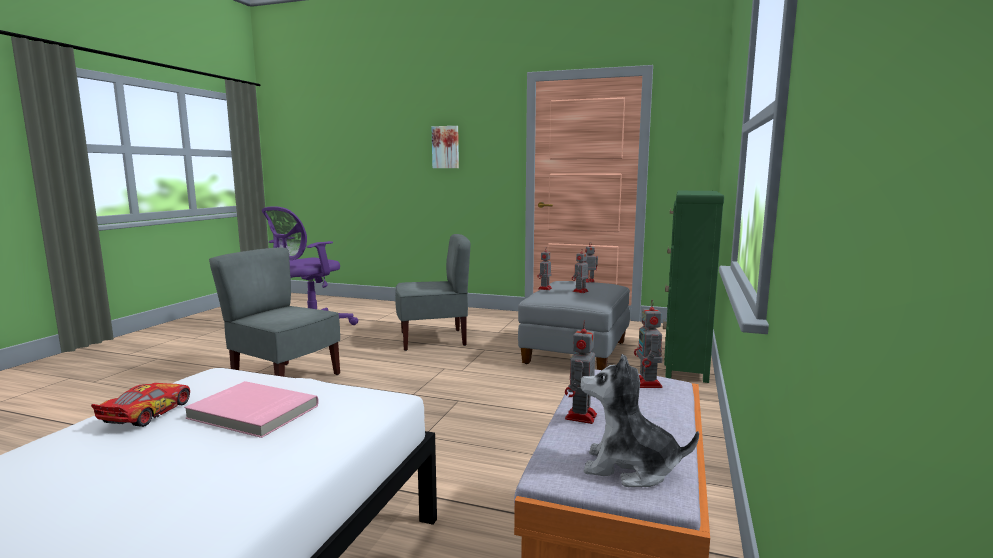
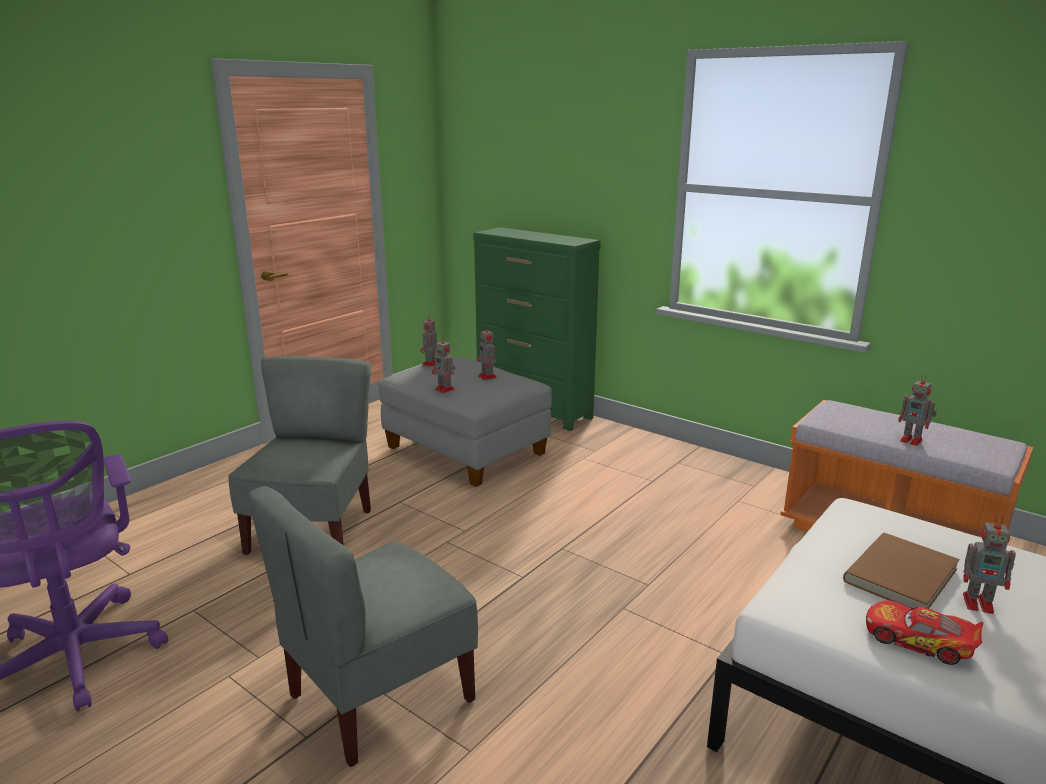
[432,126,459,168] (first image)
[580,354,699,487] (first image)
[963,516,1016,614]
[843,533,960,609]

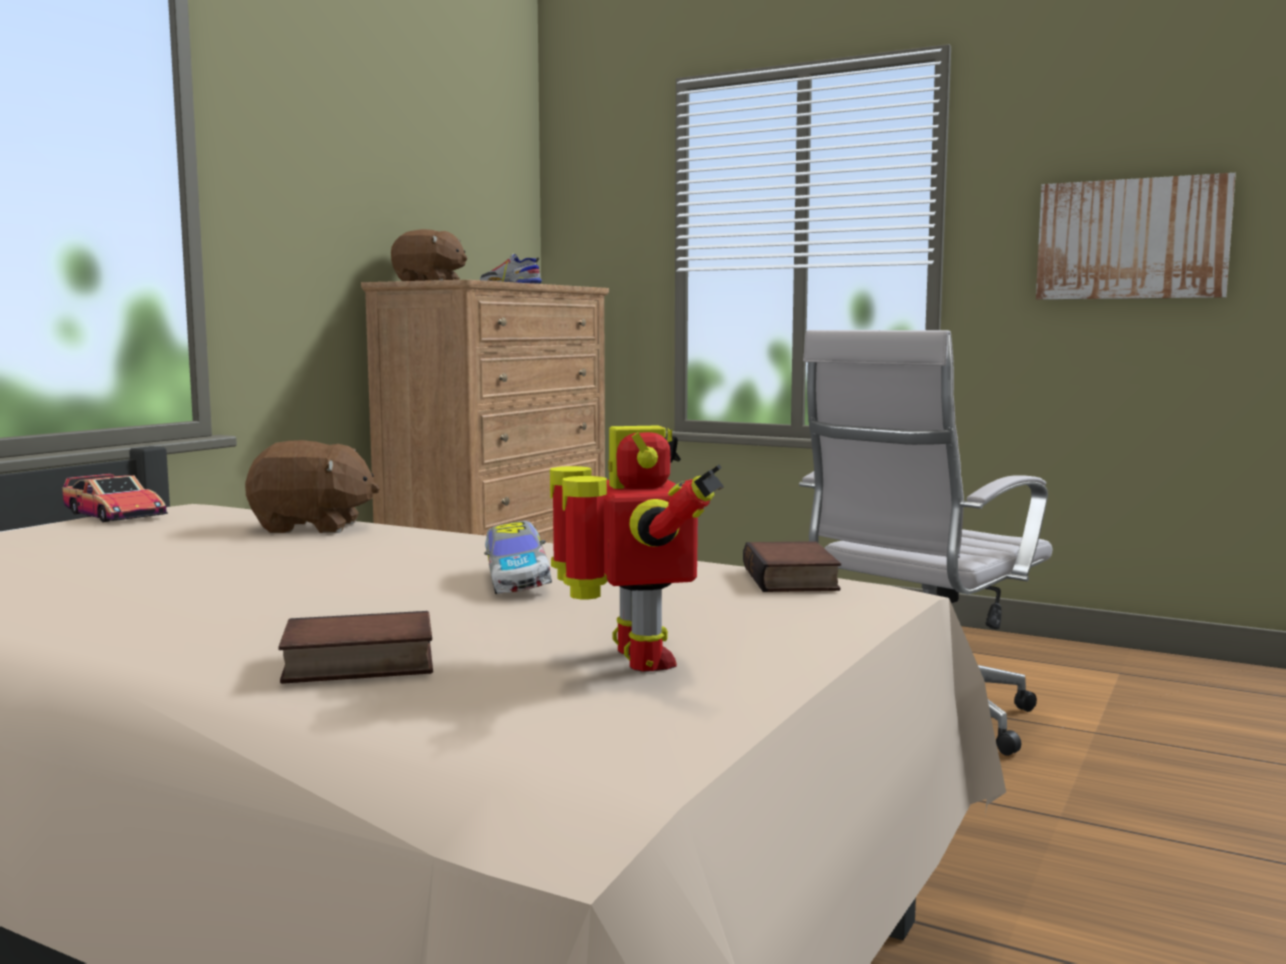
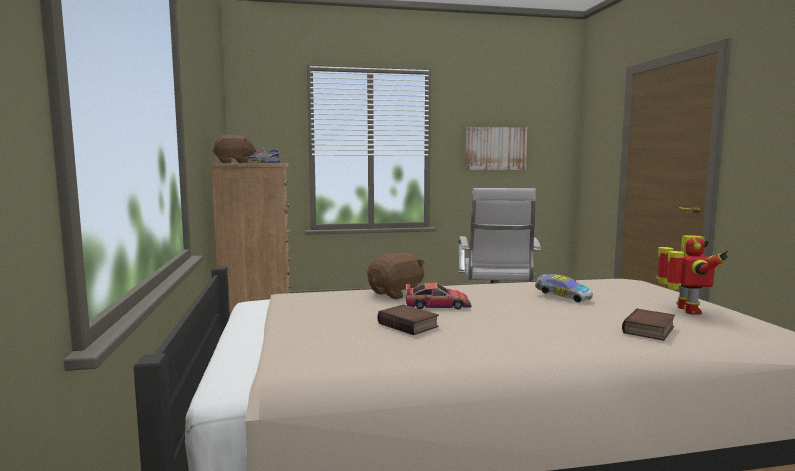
[406,282,472,310]
[378,305,439,335]
[656,235,729,315]

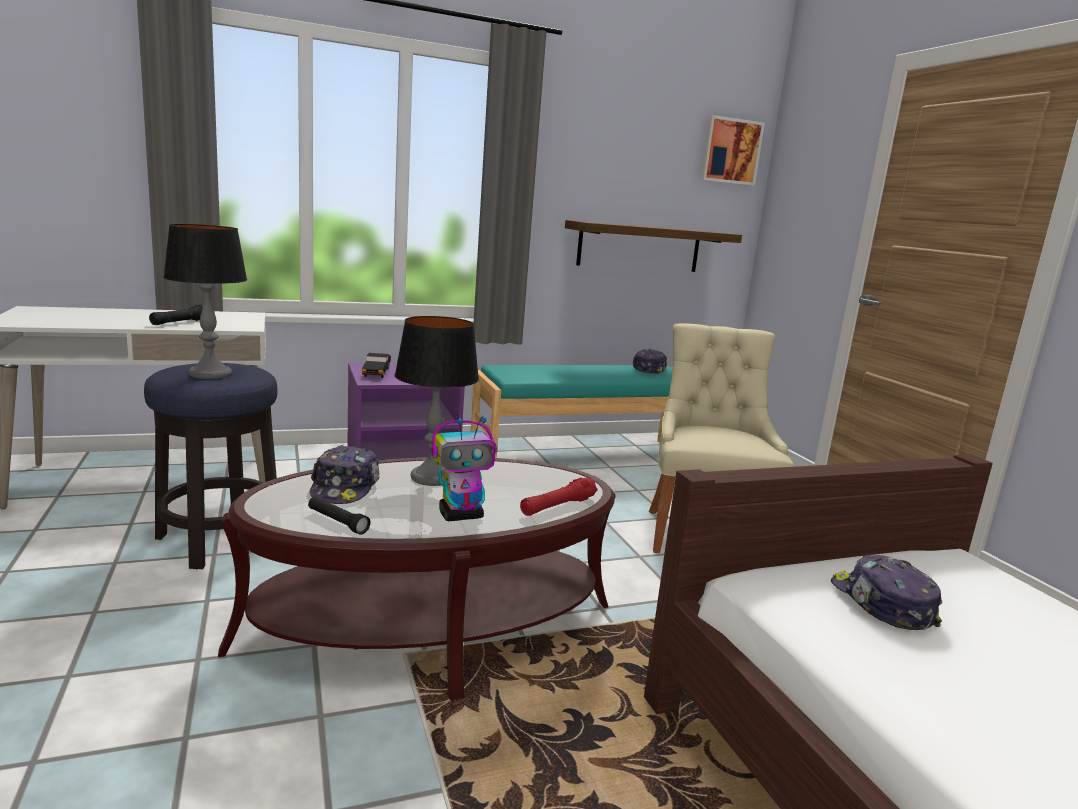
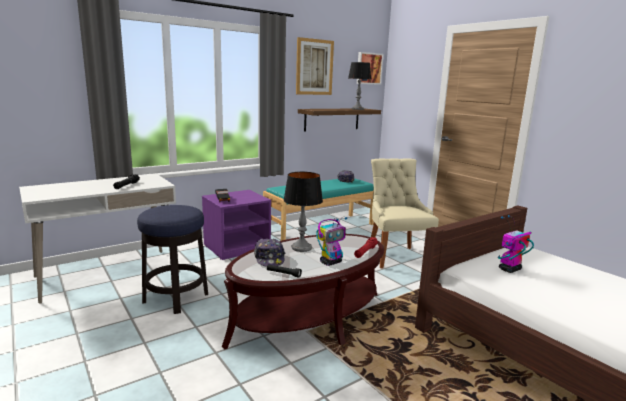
[296,37,334,95]
[348,62,371,110]
[498,215,534,273]

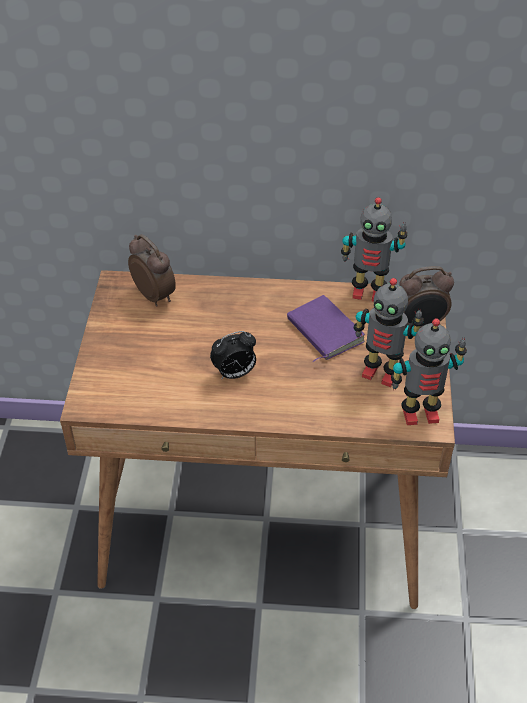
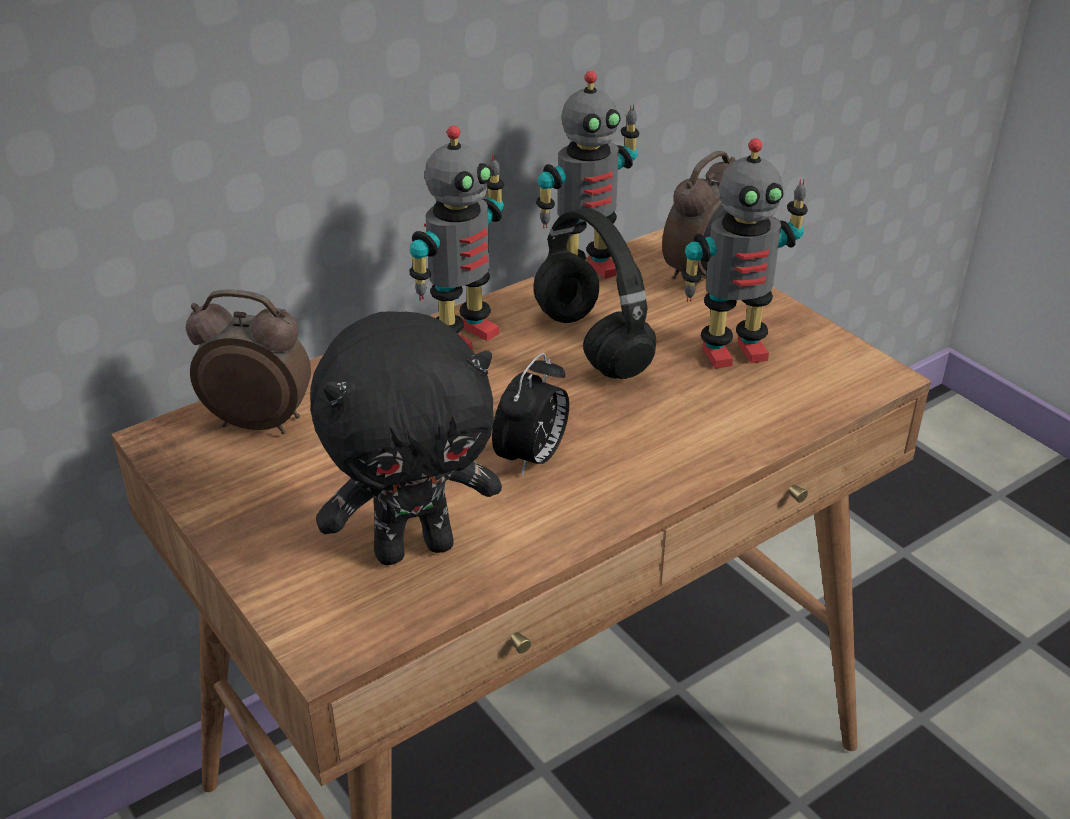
[310,311,502,565]
[409,125,504,350]
[534,208,656,379]

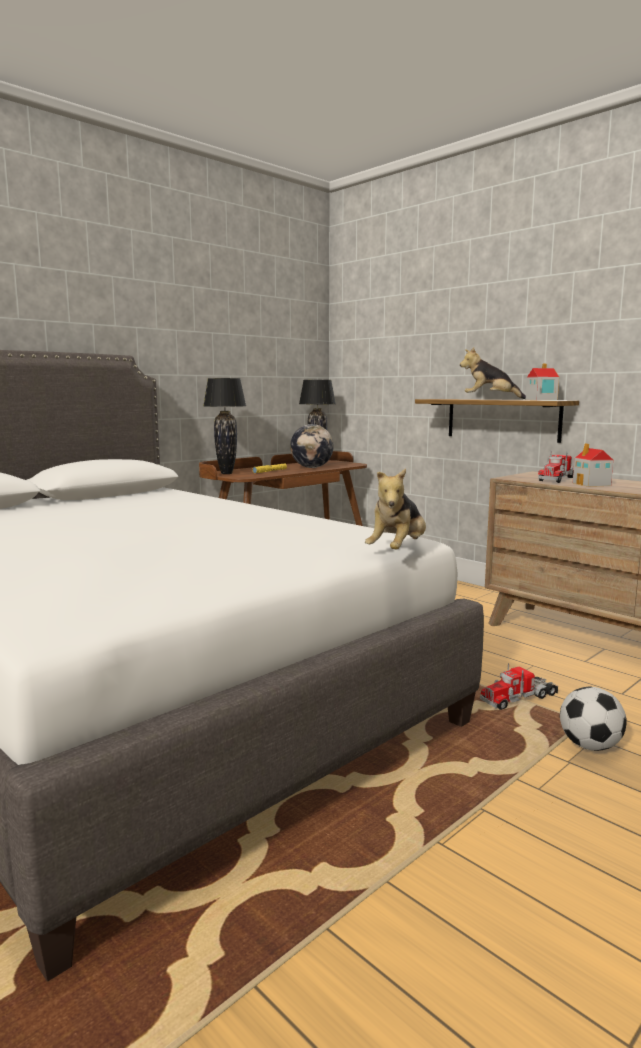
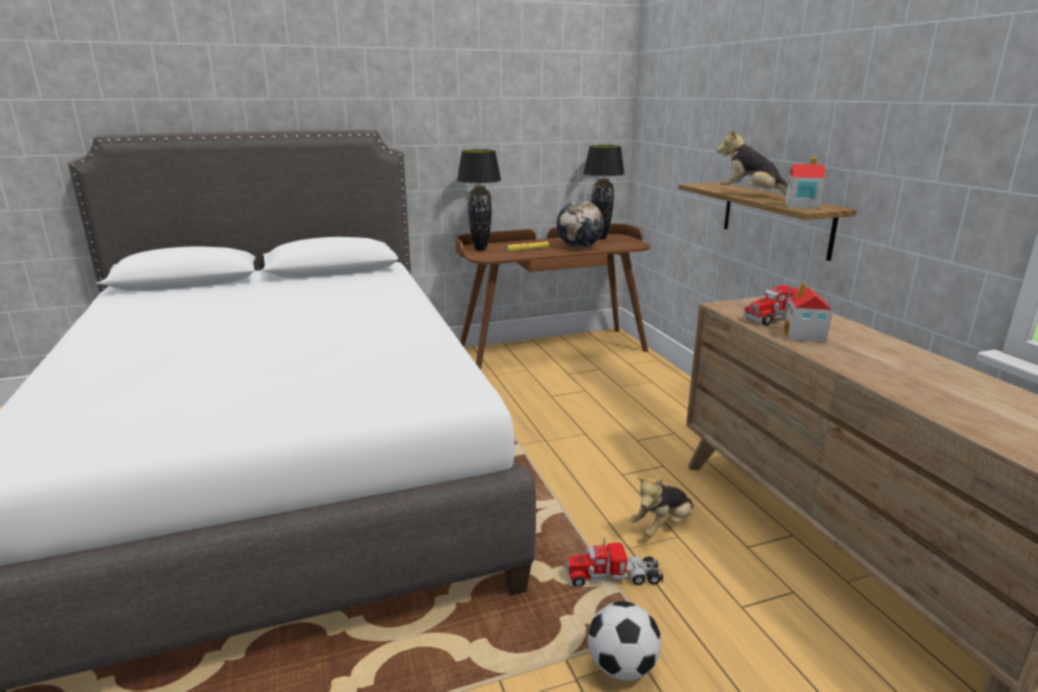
[630,478,694,537]

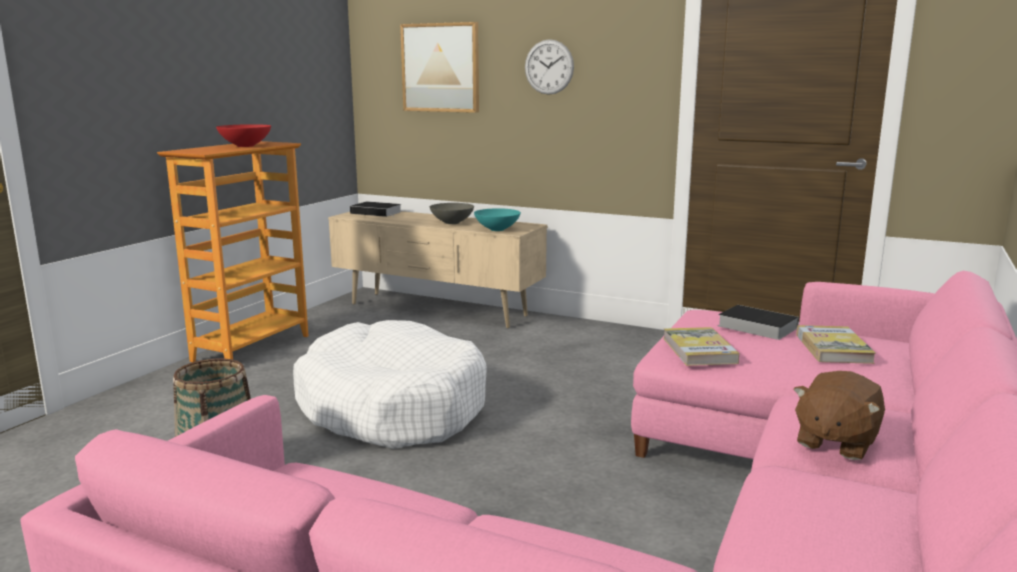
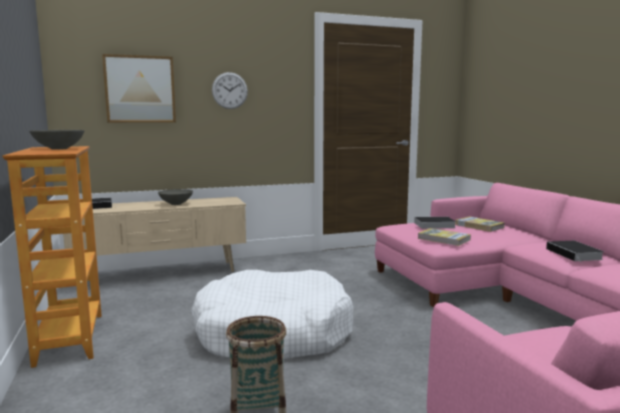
[474,208,521,231] (first image)
[546,241,604,264]
[29,130,84,150]

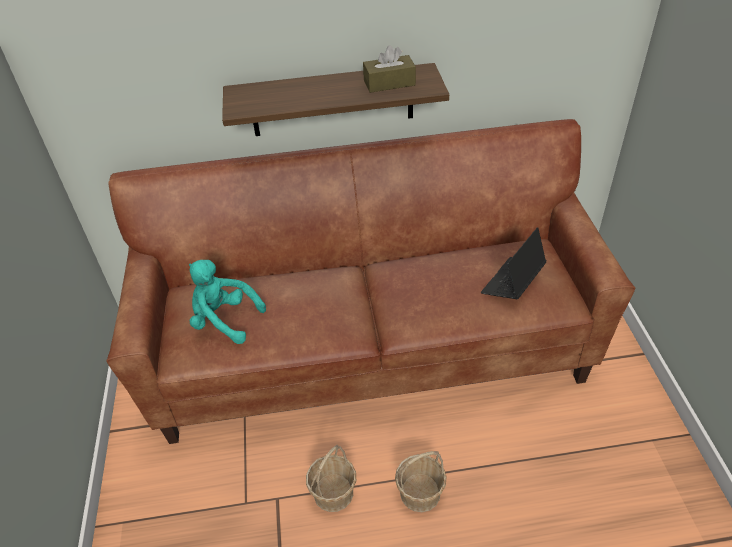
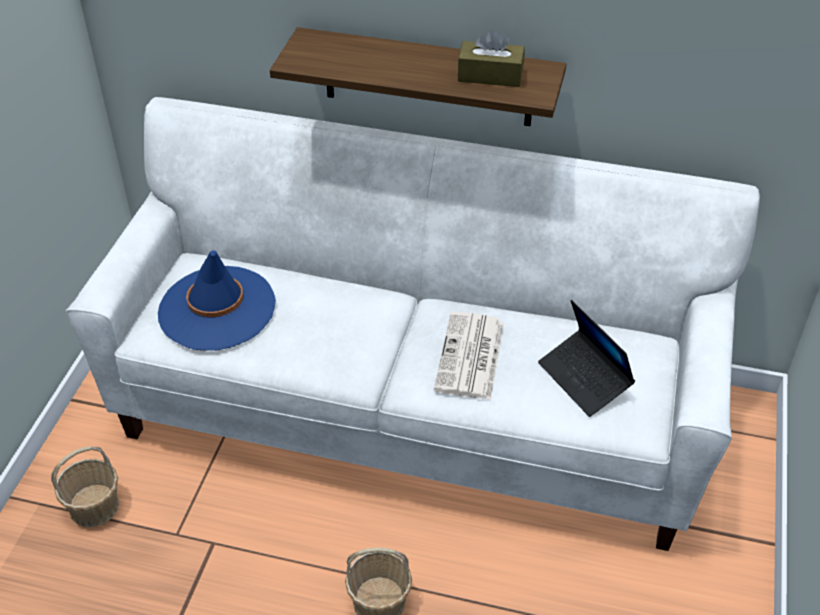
[434,311,504,400]
[51,446,119,527]
[158,250,276,351]
[66,97,760,551]
[538,300,635,417]

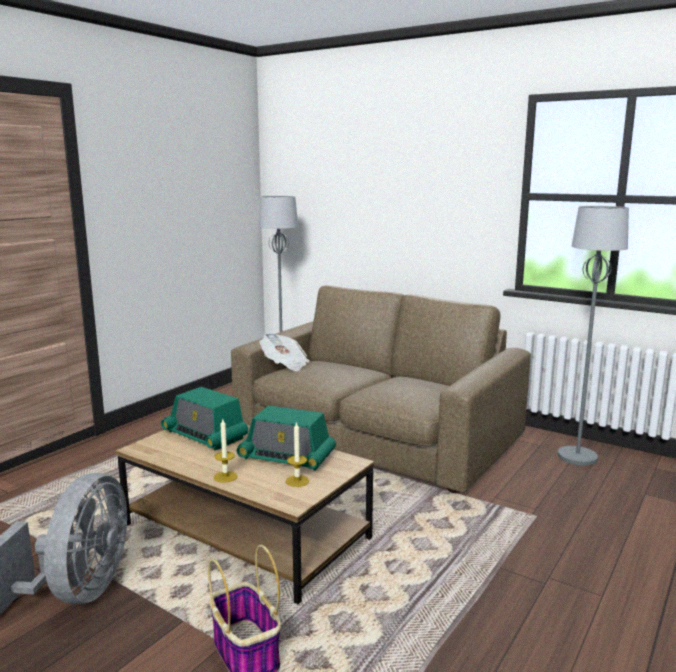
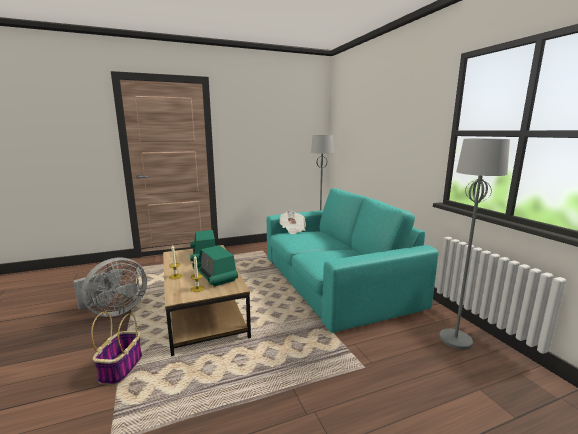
[267,188,438,333]

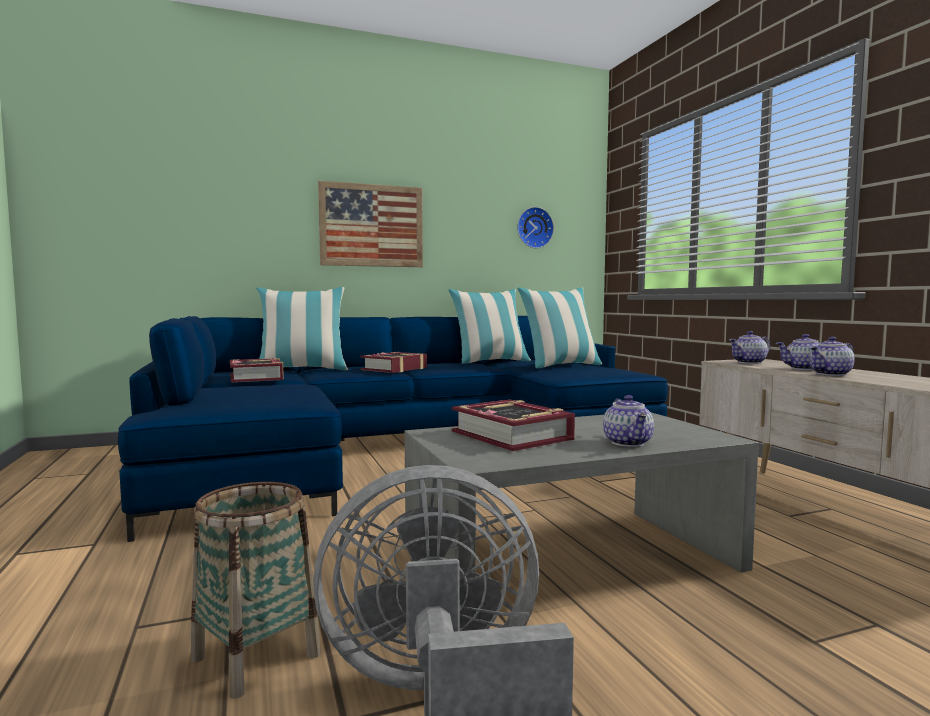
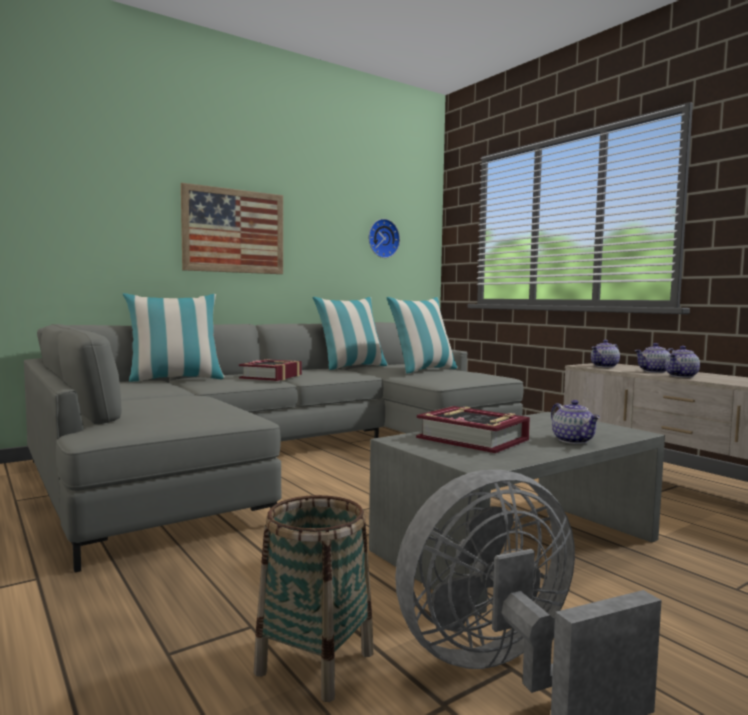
[230,358,284,382] (first image)
[24,322,524,572]

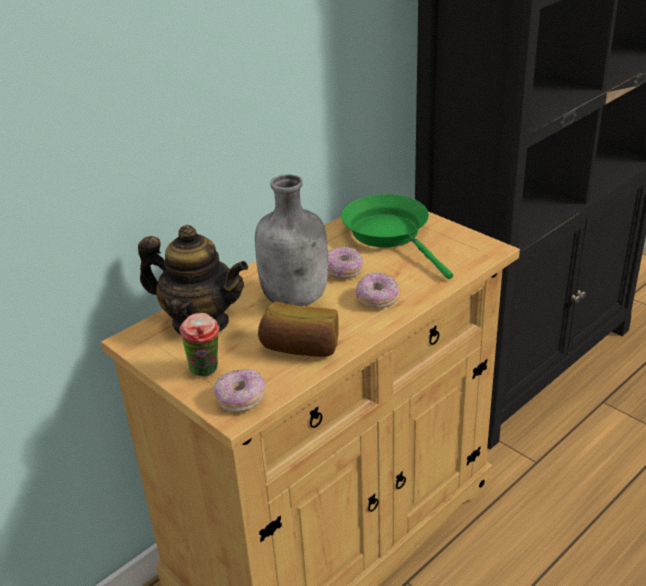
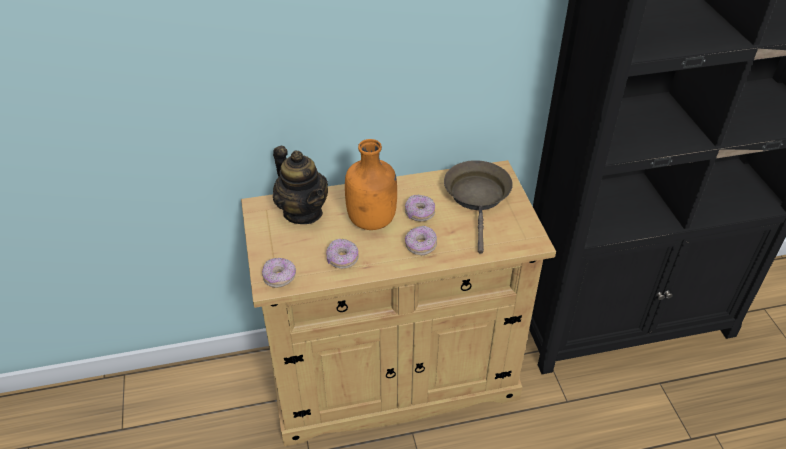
[179,313,220,376] (first image)
[326,239,359,269]
[345,139,397,230]
[444,160,513,254]

